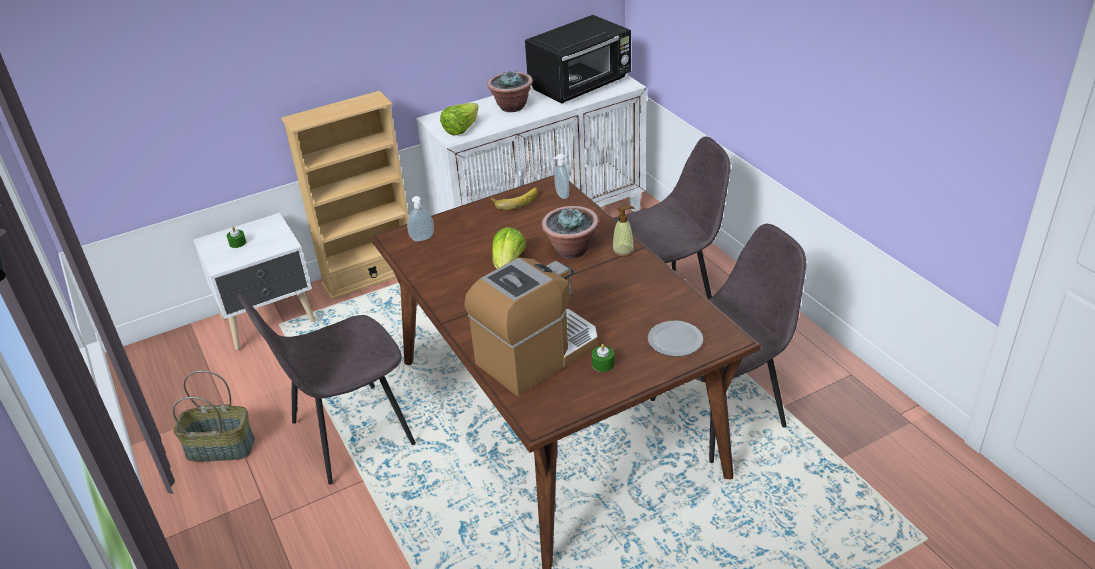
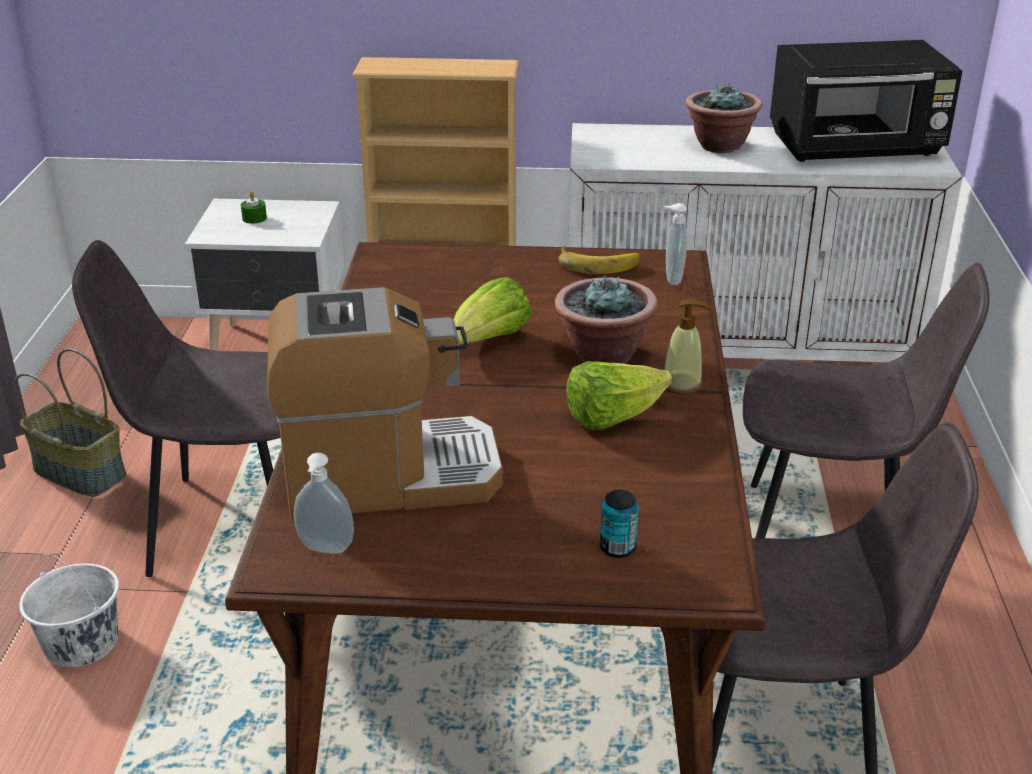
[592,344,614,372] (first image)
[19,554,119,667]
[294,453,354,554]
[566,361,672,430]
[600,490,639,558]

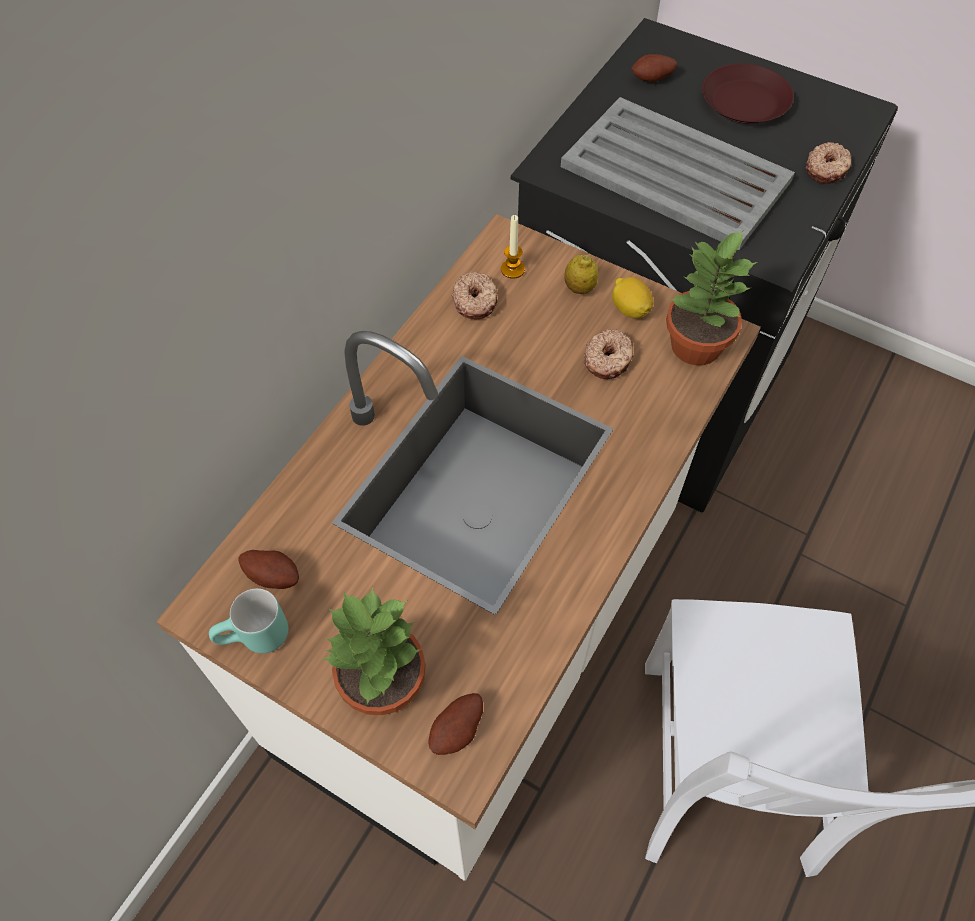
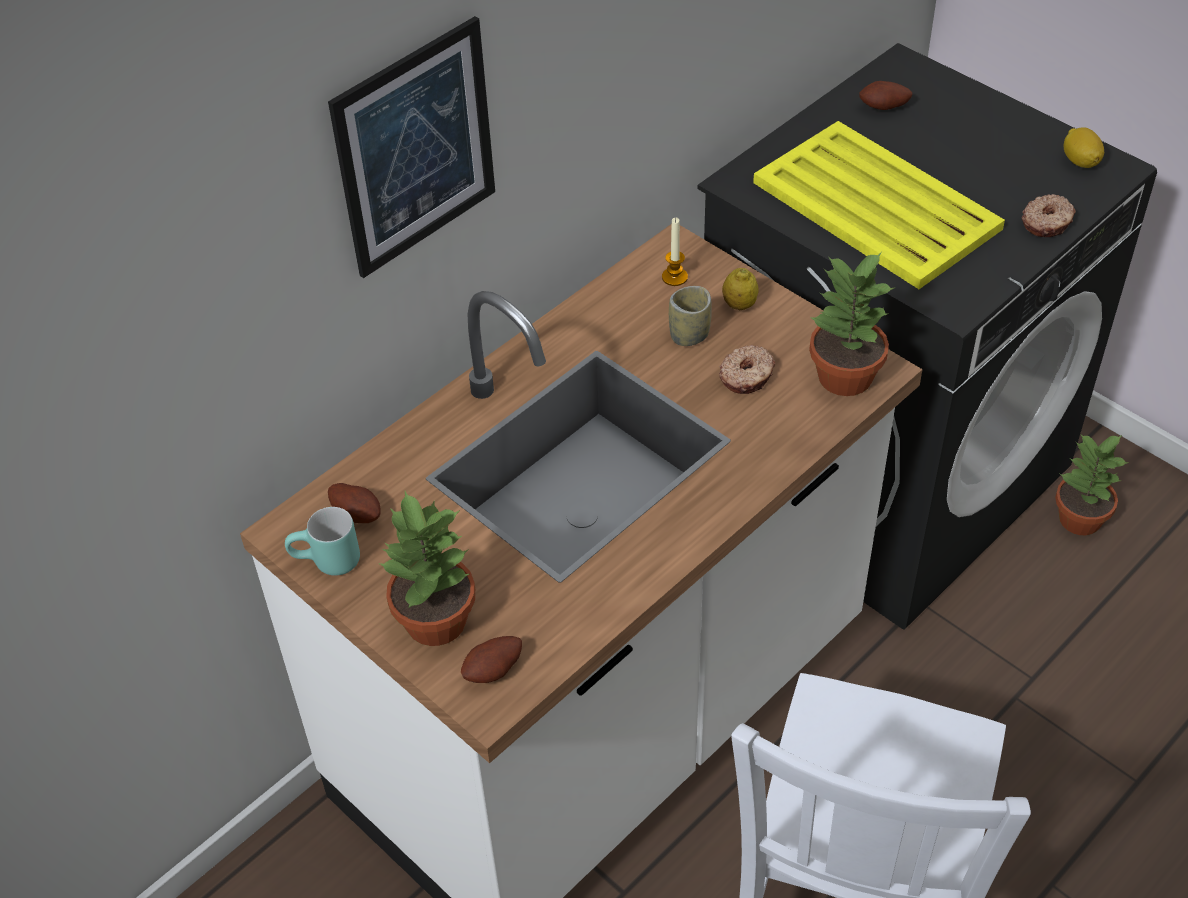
[452,271,497,319] (first image)
[702,63,794,124] (first image)
[328,16,495,278]
[669,286,712,346]
[1055,434,1129,535]
[1064,127,1104,168]
[753,121,1005,289]

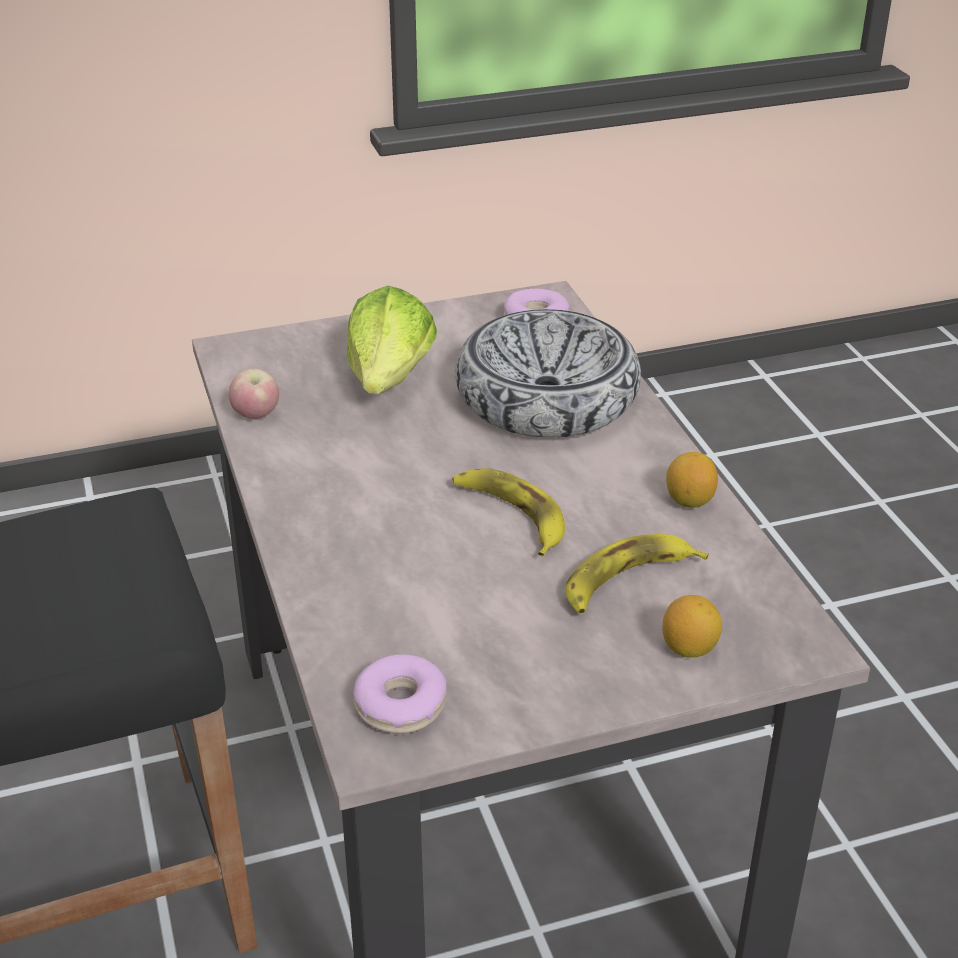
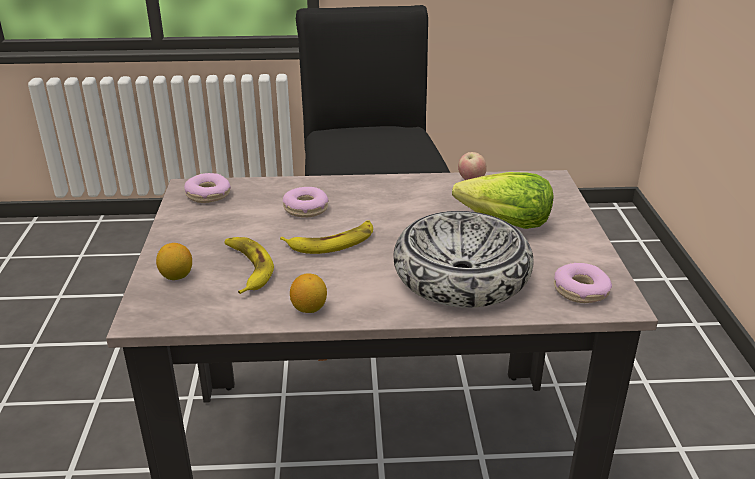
[283,187,328,218]

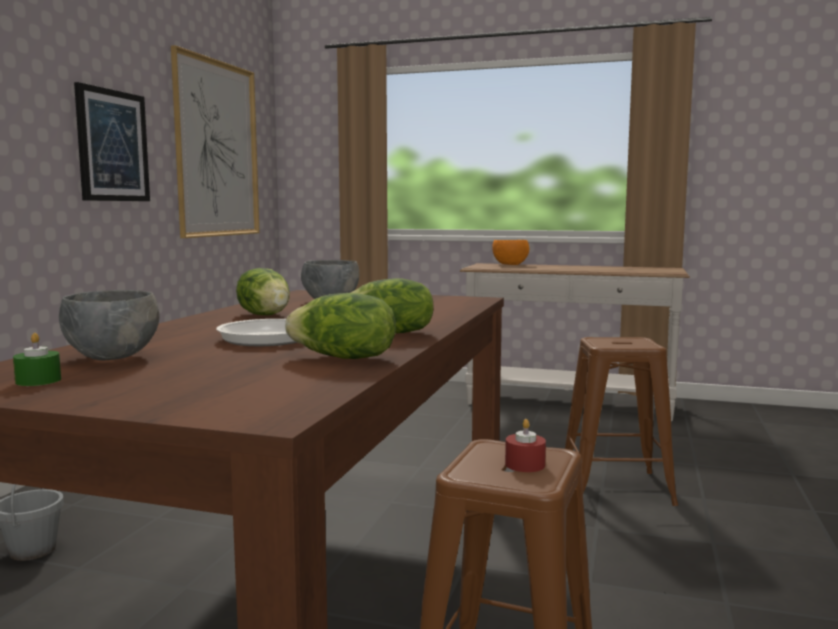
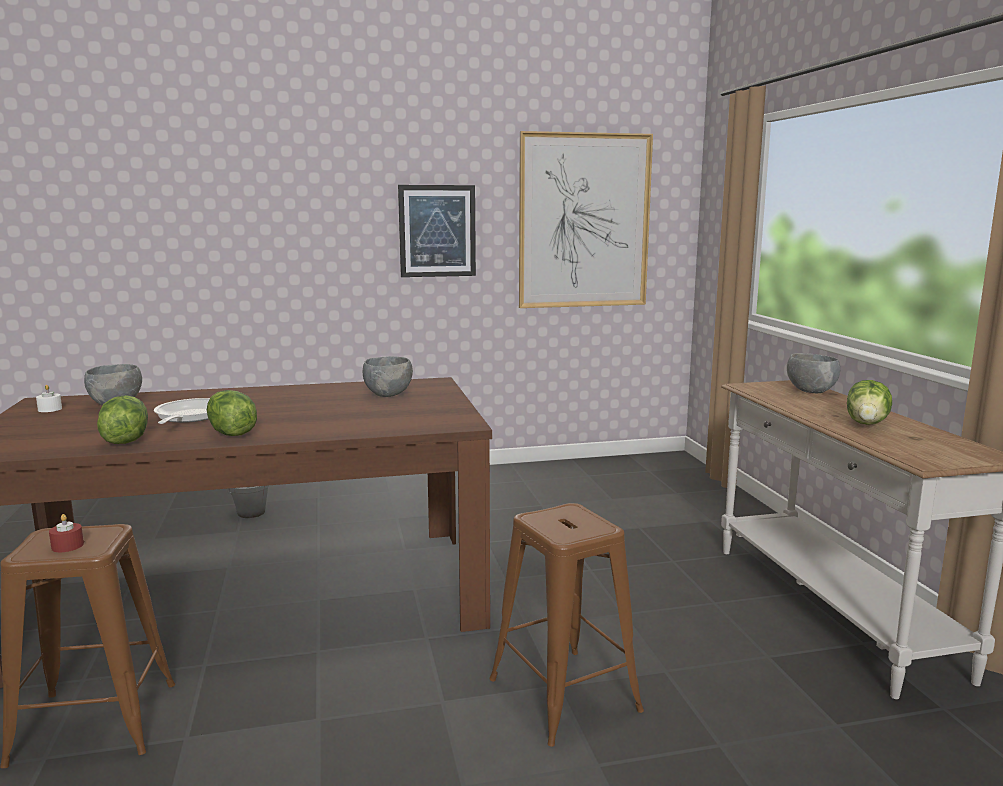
[847,380,892,425]
[36,385,62,412]
[787,353,840,393]

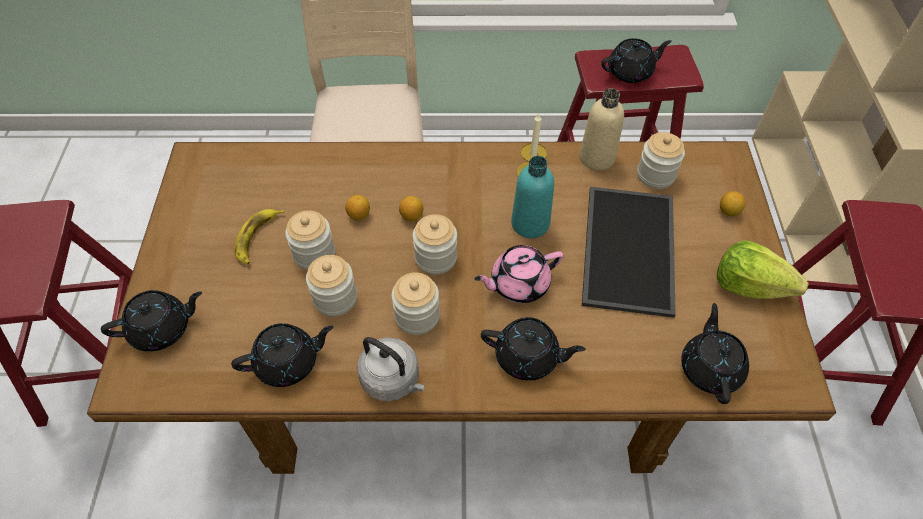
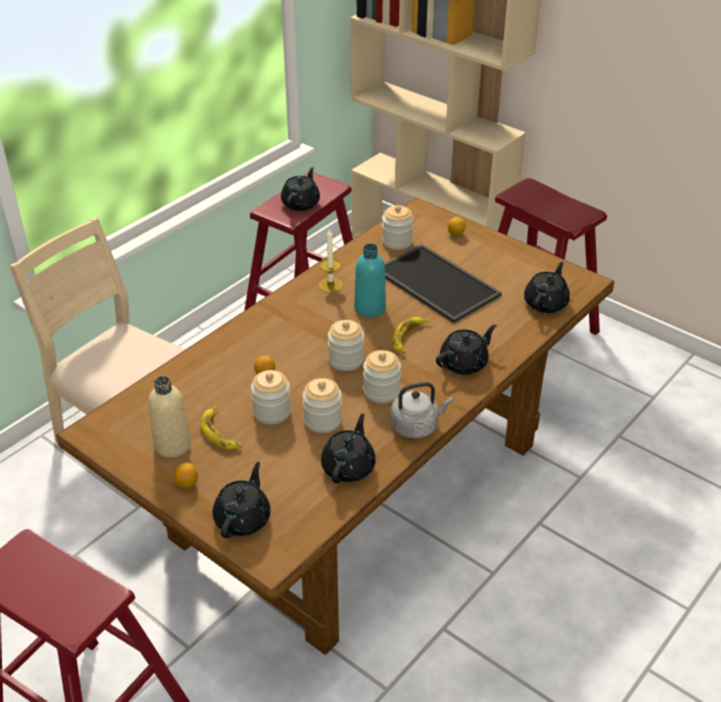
[717,240,809,299] (first image)
[174,463,198,489]
[148,376,191,458]
[392,317,430,354]
[524,262,570,313]

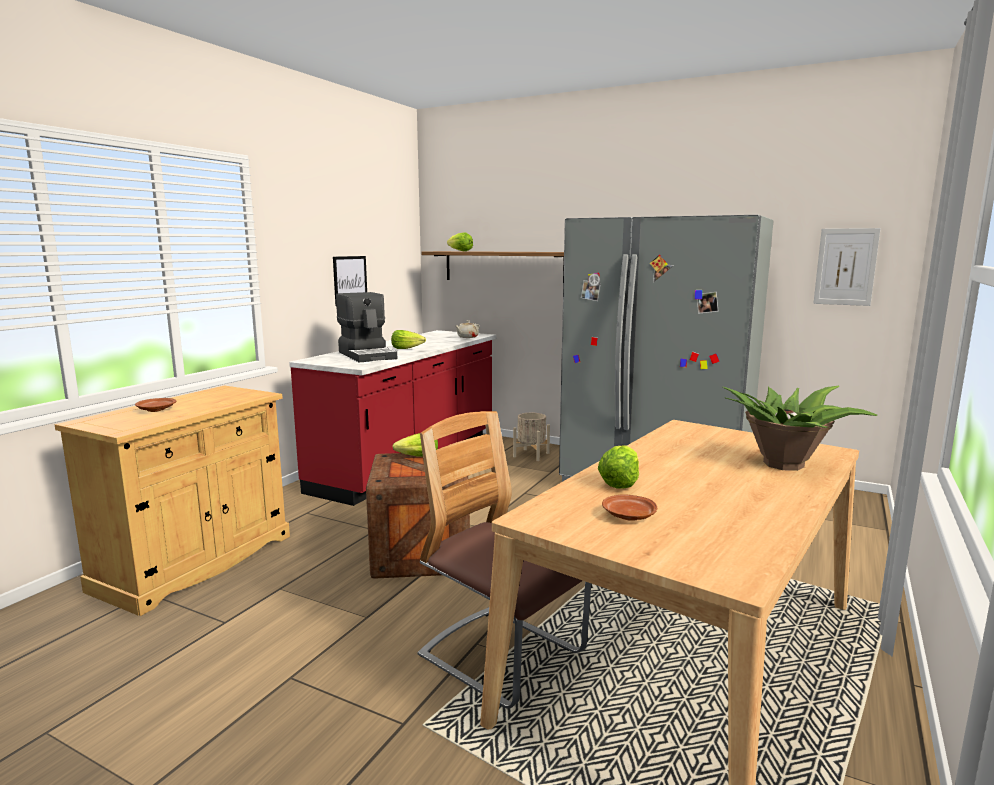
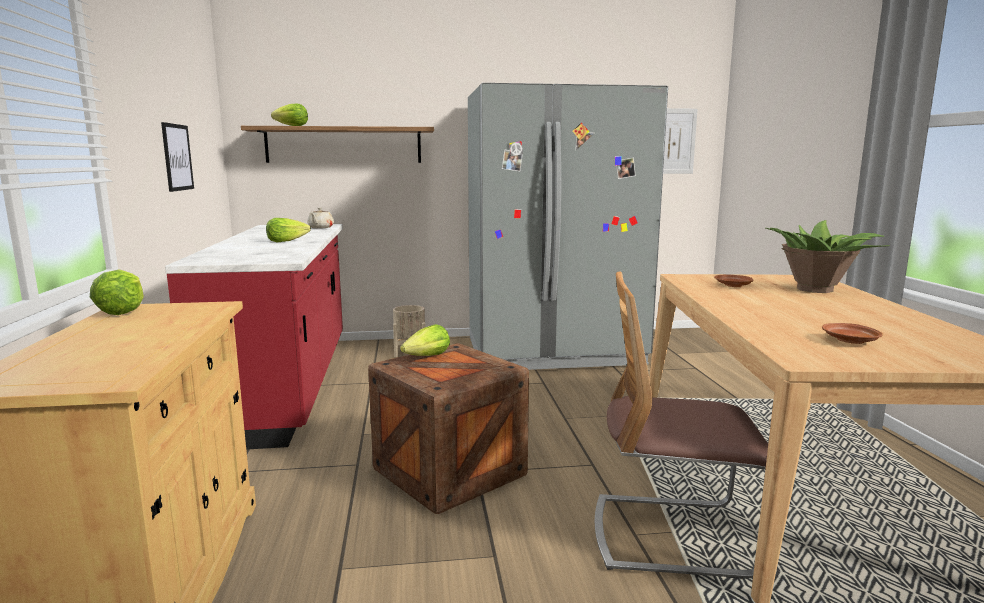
[336,292,397,362] (first image)
[714,274,754,287]
[90,269,144,315]

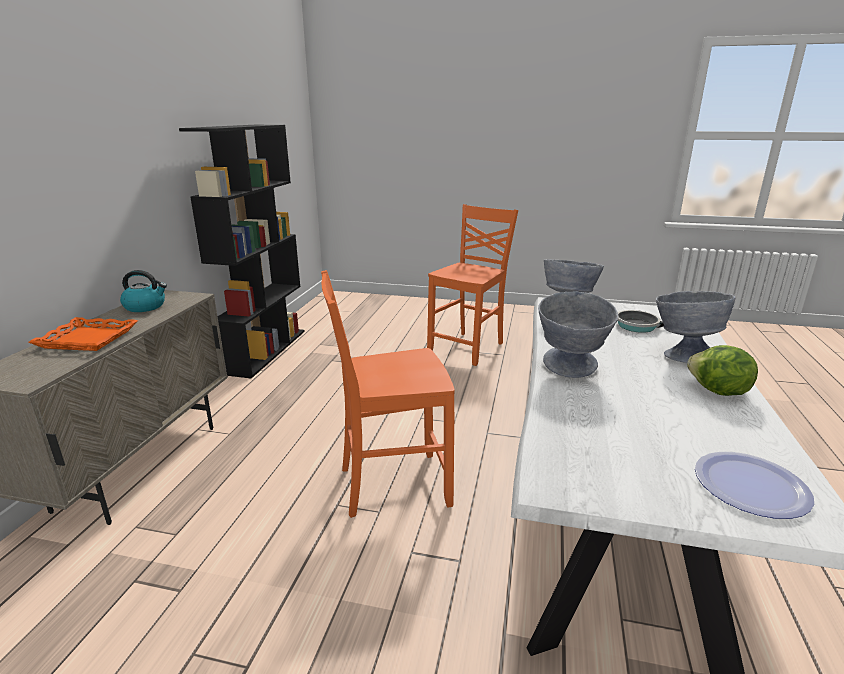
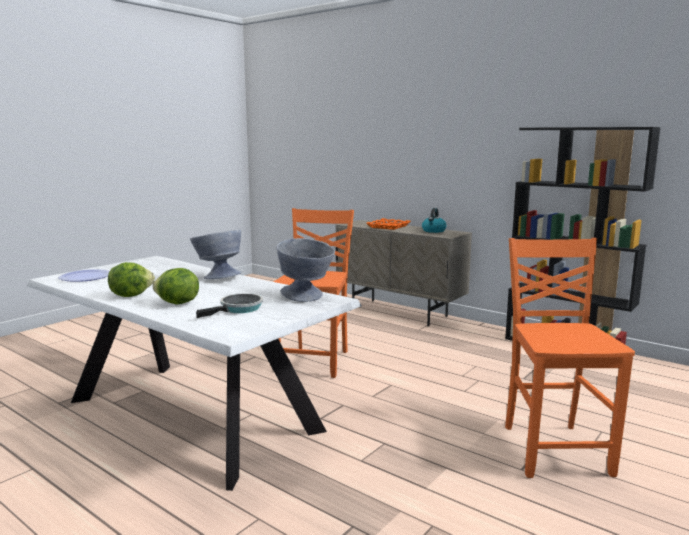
[152,268,199,305]
[505,238,635,478]

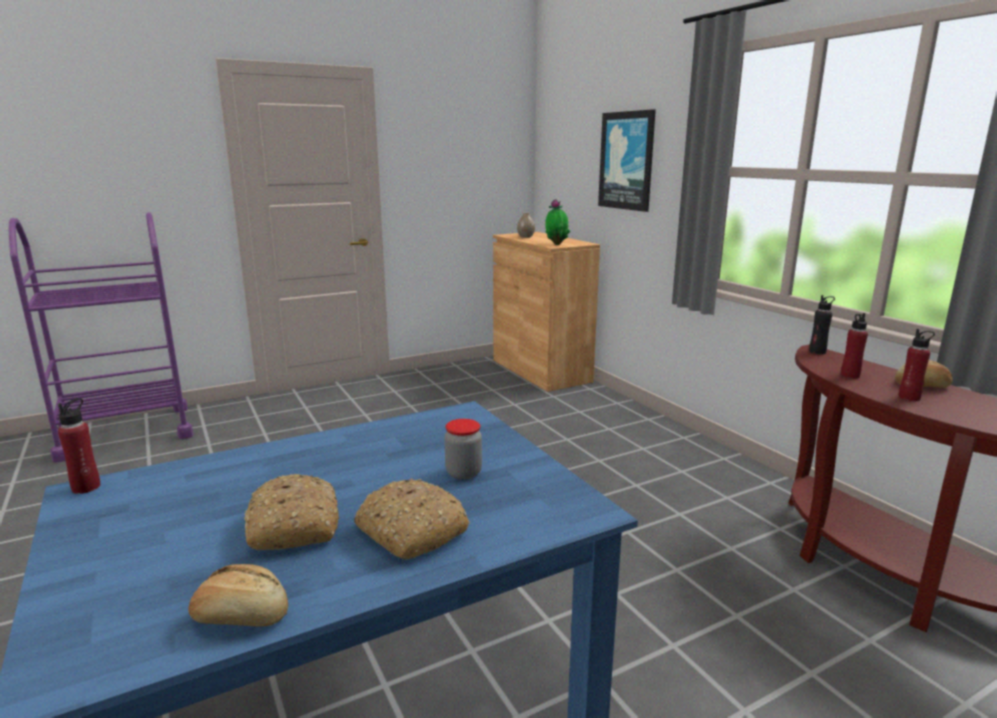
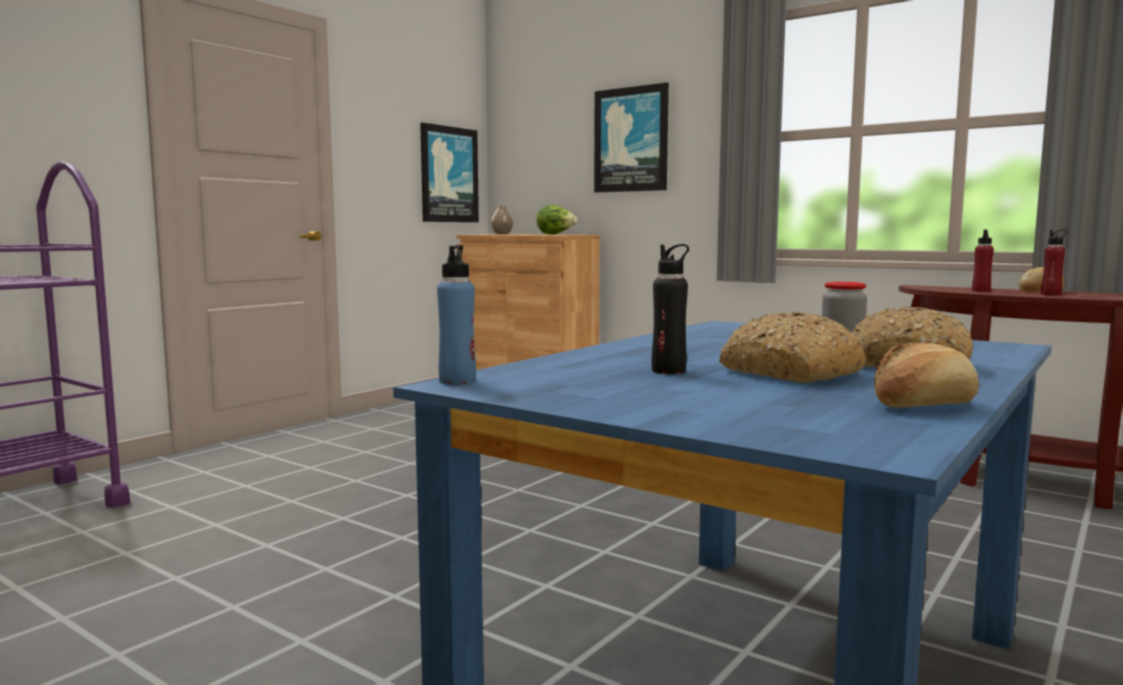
[420,122,479,222]
[652,244,689,374]
[536,205,578,235]
[437,245,476,385]

